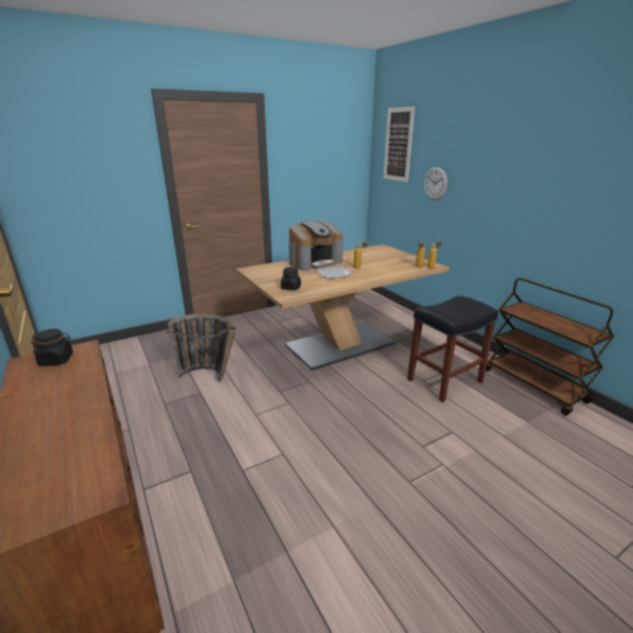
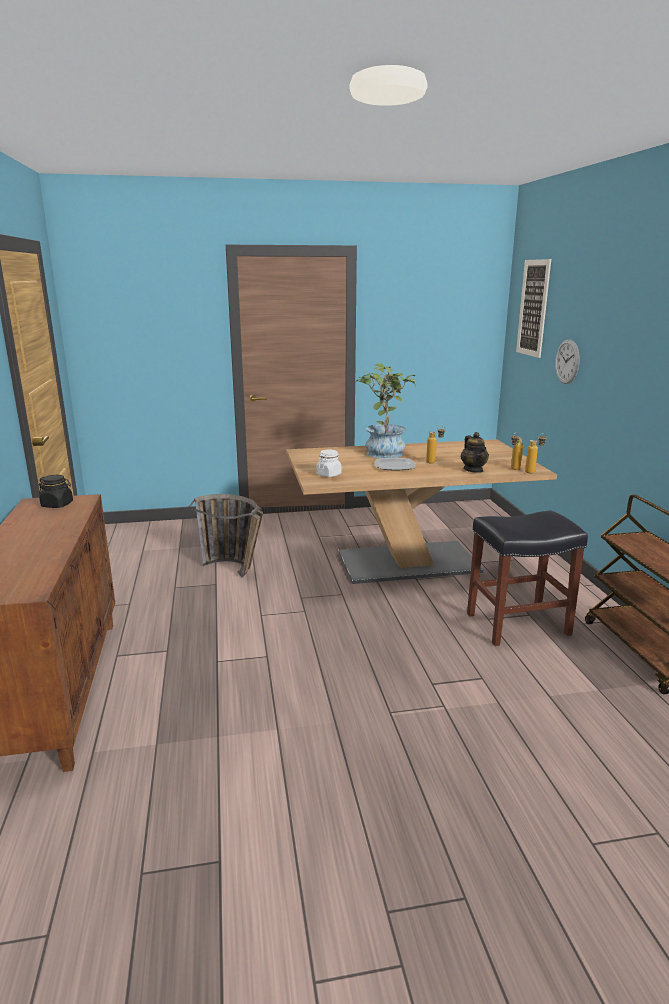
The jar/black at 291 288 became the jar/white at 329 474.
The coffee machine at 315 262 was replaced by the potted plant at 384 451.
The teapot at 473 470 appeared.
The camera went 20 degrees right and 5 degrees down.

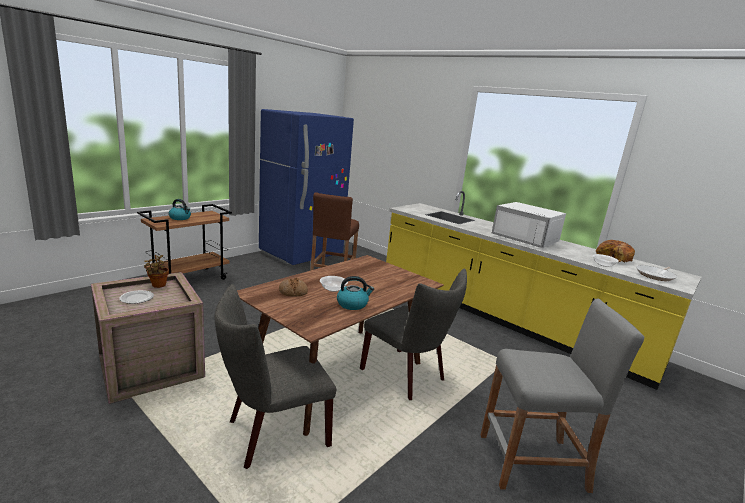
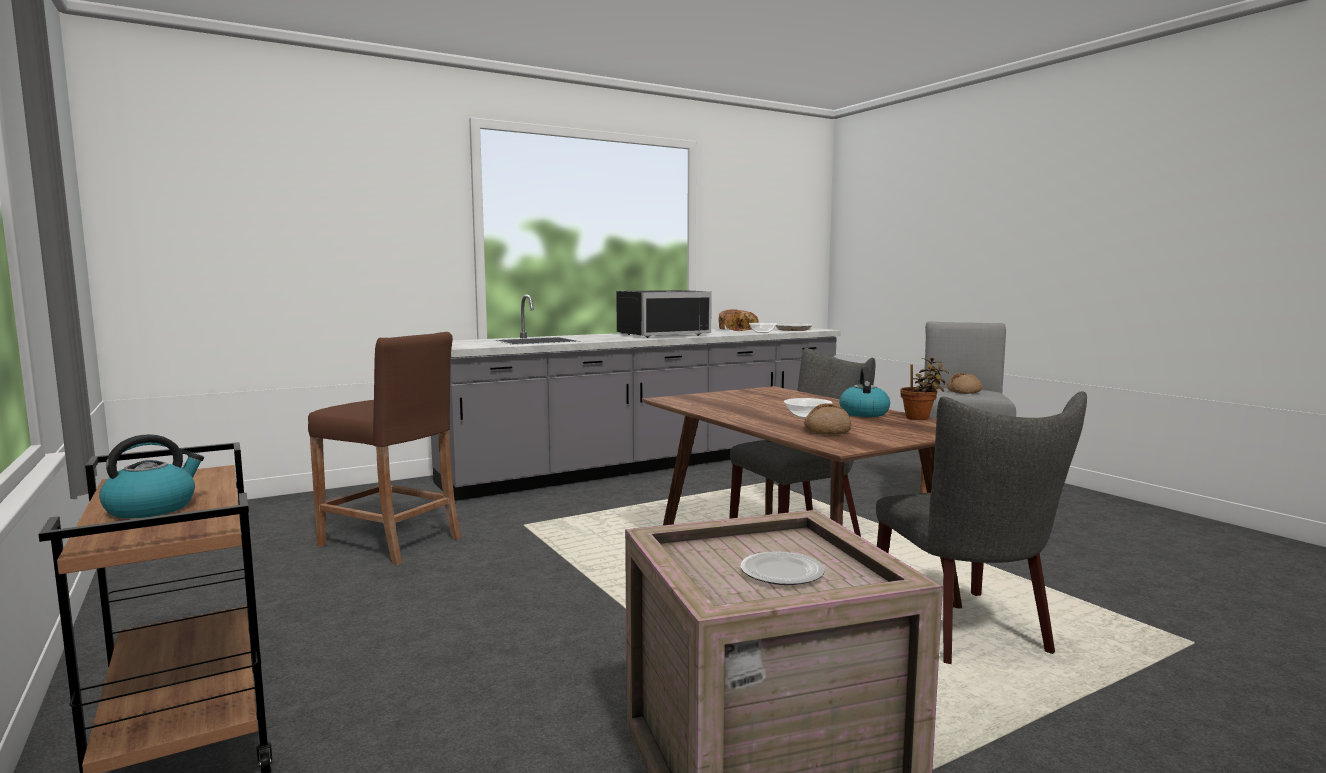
The counter/yellow at 503 318 became the counter/grey at 652 463.
The microwave/white at 527 238 became the microwave/black at 660 334.
The potted plant moved from 158 285 to 920 418.
The bread at 964 391 appeared.
The fridge/blue at 301 254 disappeared.
The camera went 70 degrees left and 10 degrees down.

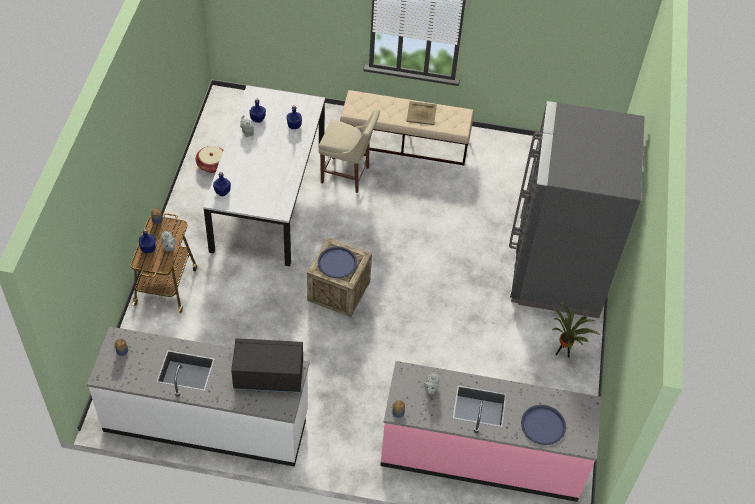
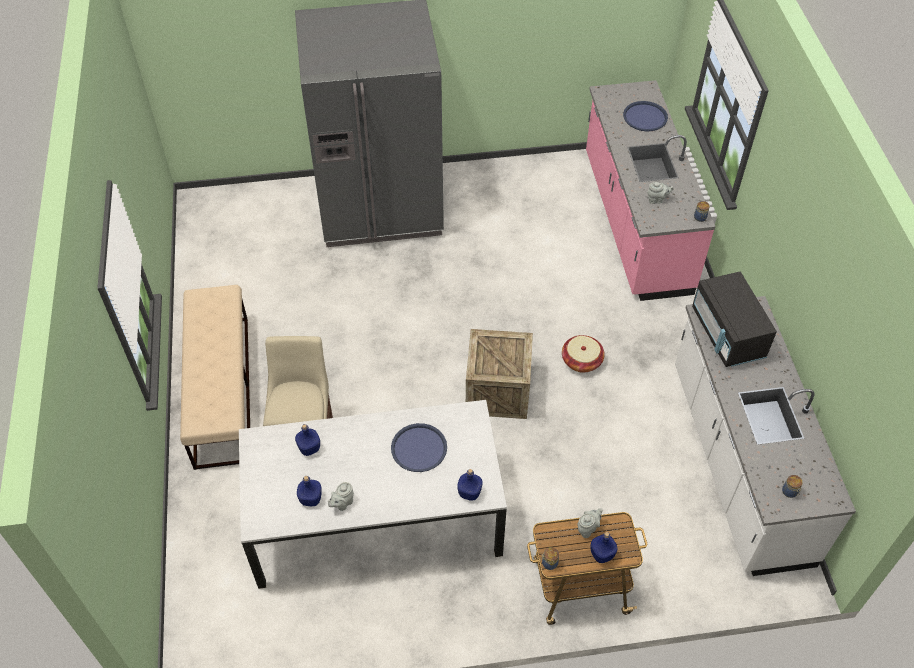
The tray/blue moved from 337 263 to 419 448.
The basket moved from 212 165 to 581 361.
The tray/beige at 421 113 disappeared.
The potted plant at 563 353 disappeared.
The camera went 105 degrees left and 0 degrees up.

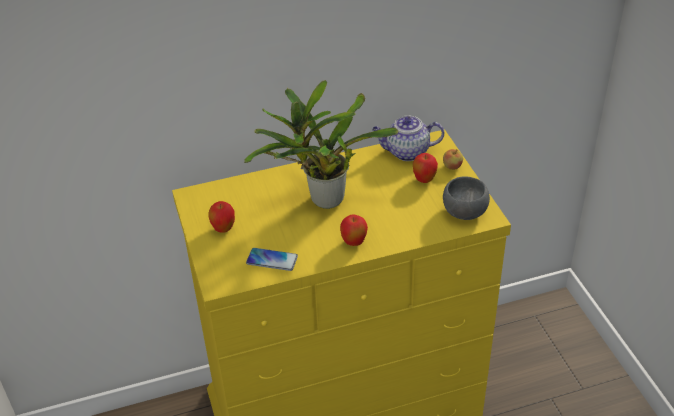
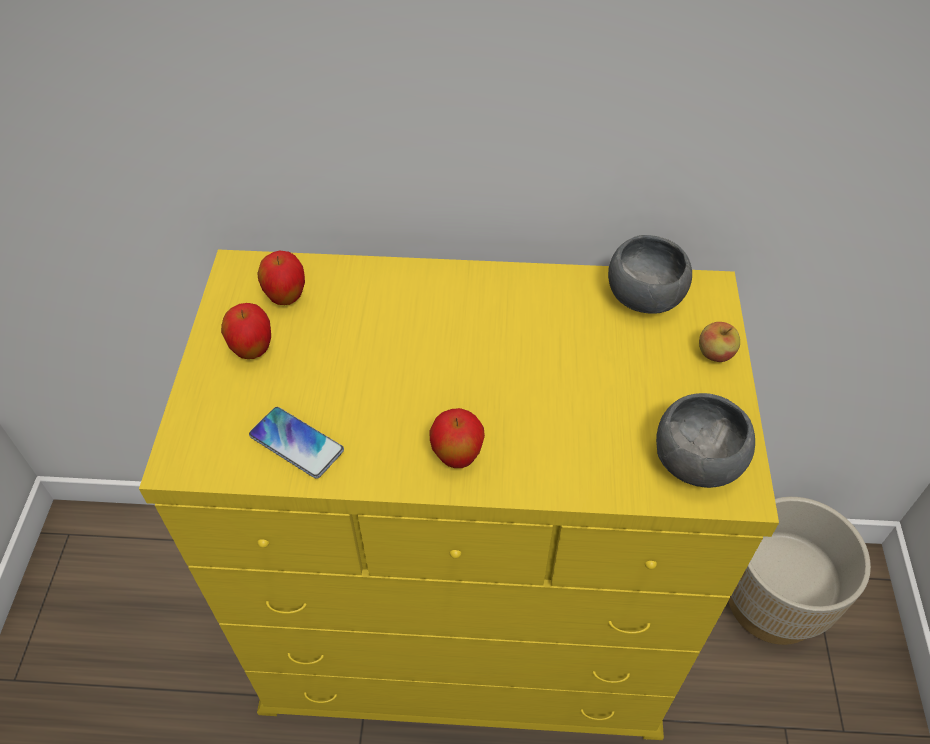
The apple moved from 424 180 to 286 298.
The teapot at 406 152 was replaced by the bowl/grey at 642 298.
The planter/beige at 773 601 appeared.
The potted plant at 322 200 disappeared.
The camera went 20 degrees right and 10 degrees up.

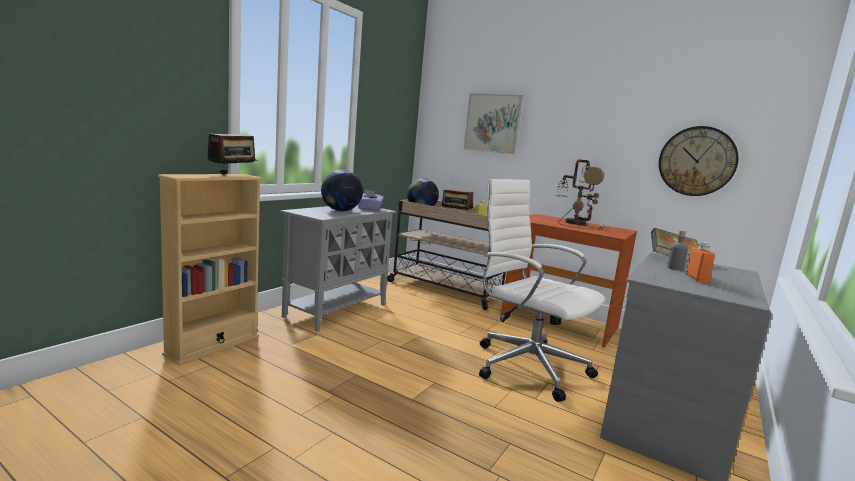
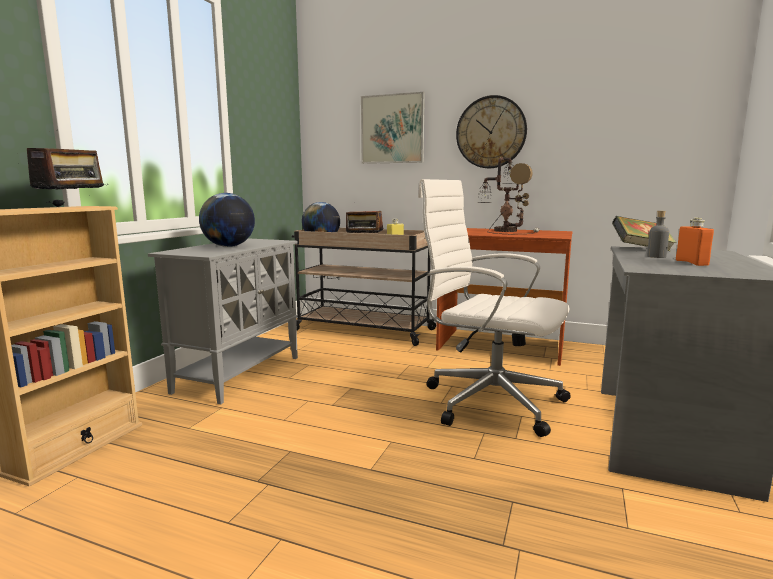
The wall clock moved from 697 161 to 491 132.
The tissue box/purple at 369 209 disappeared.
The camera went 10 degrees left and 0 degrees up.

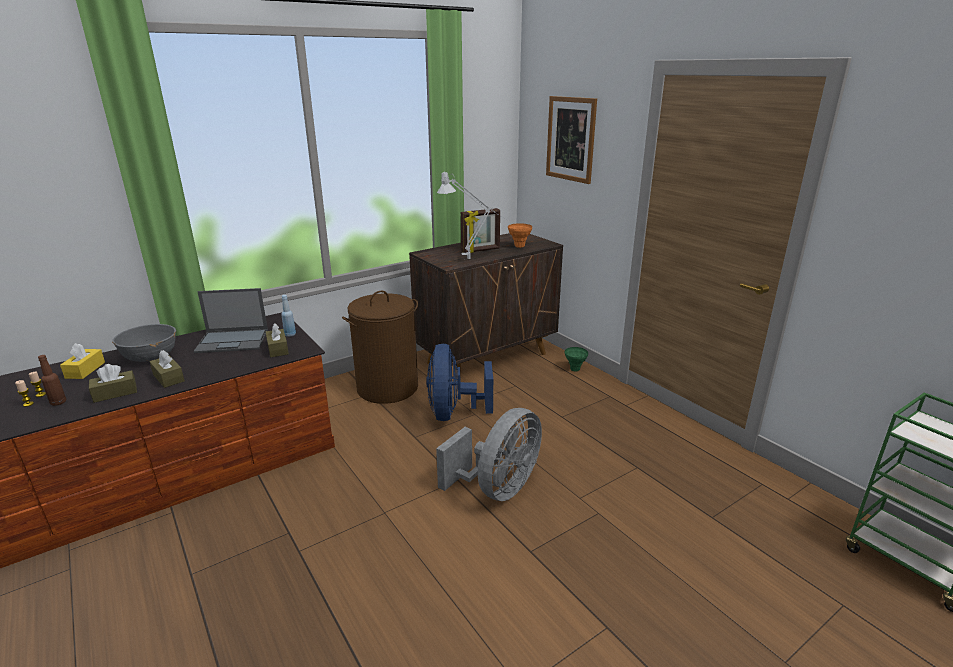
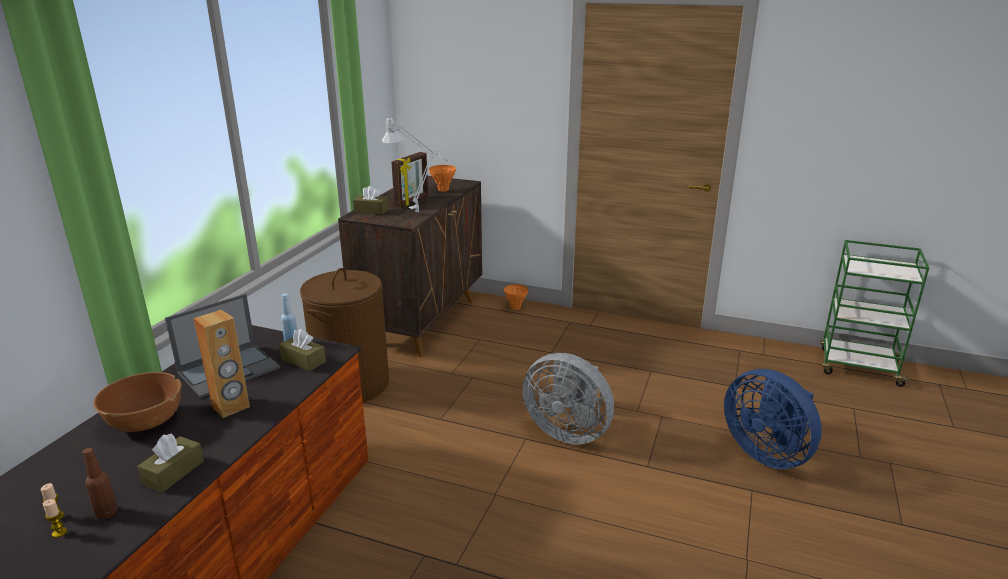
The bowl/grey at 151 357 became the bowl/brown at 145 421.
The speaker/brown at 231 407 appeared.
The tissue box/brown moved from 168 378 to 371 211.
The vase/green at 575 369 became the vase/orange at 515 308.
The fan/grey at 498 488 turned 120 degrees clockwise.
The fan/blue moved from 454 413 to 767 452.
The tissue box/yellow at 85 370 disappeared.
The picture at 571 139 disappeared.
The camera went 35 degrees left and 0 degrees up.

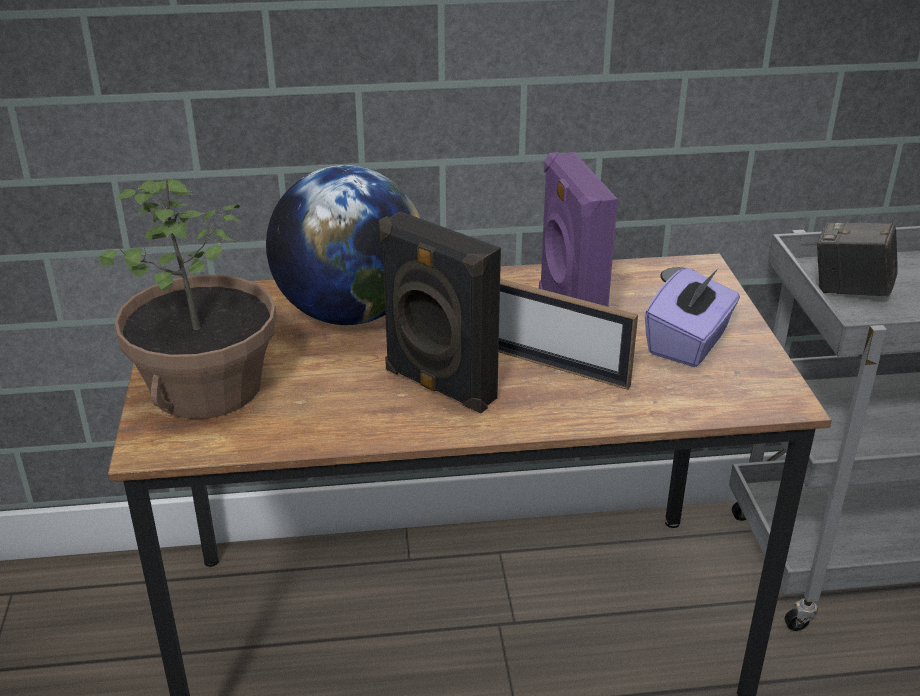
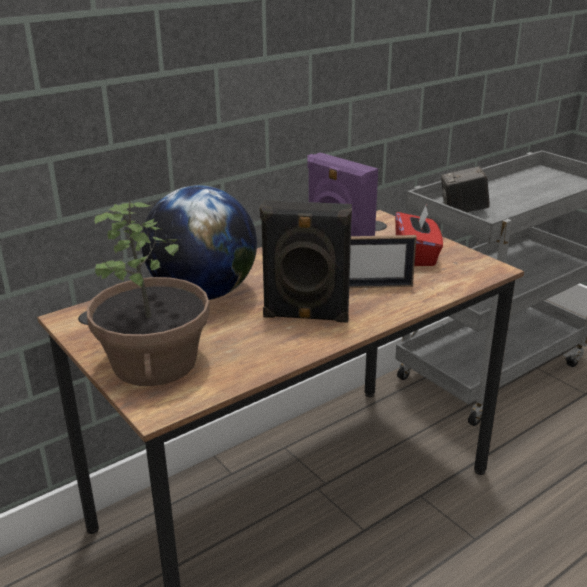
The tissue box/purple at 689 343 became the tissue box/red at 416 255.
The camera went 30 degrees left and 5 degrees down.

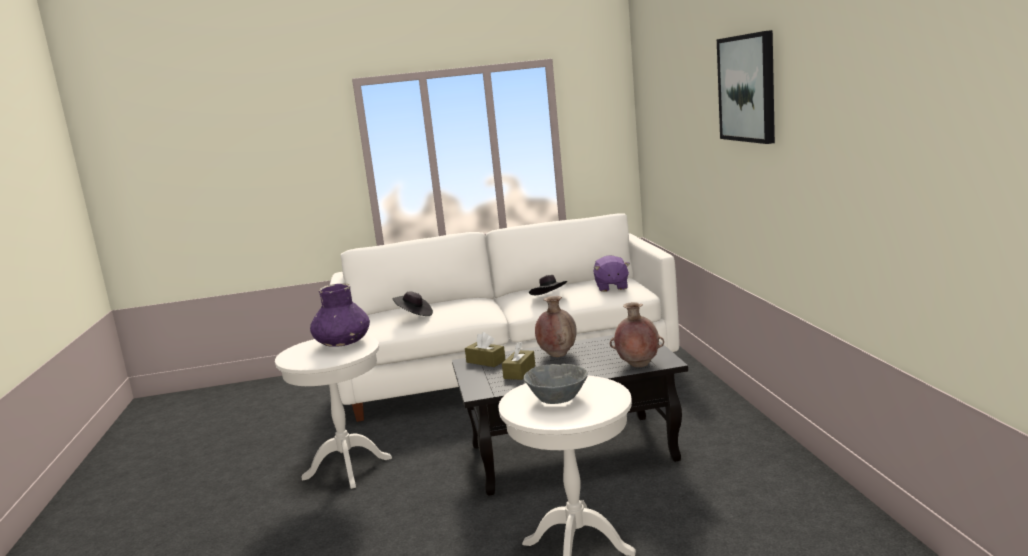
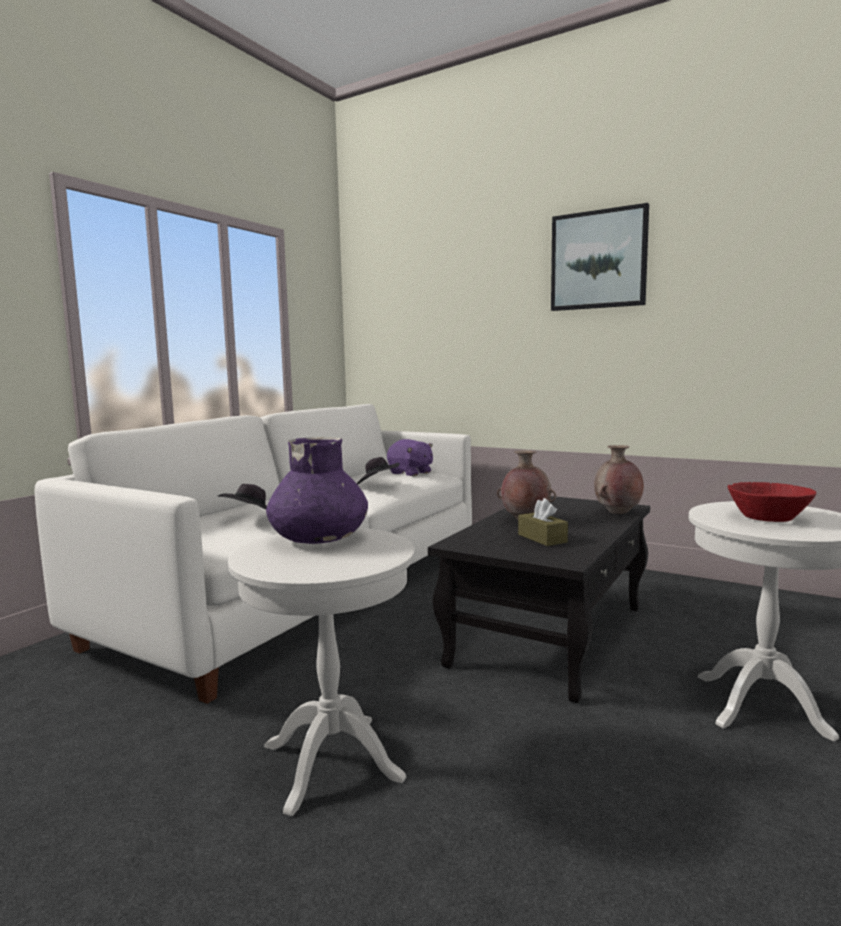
The bowl/grey at 557 398 became the bowl/red at 768 518.
The tissue box/brown at 485 361 disappeared.
The camera went 50 degrees left and 5 degrees down.

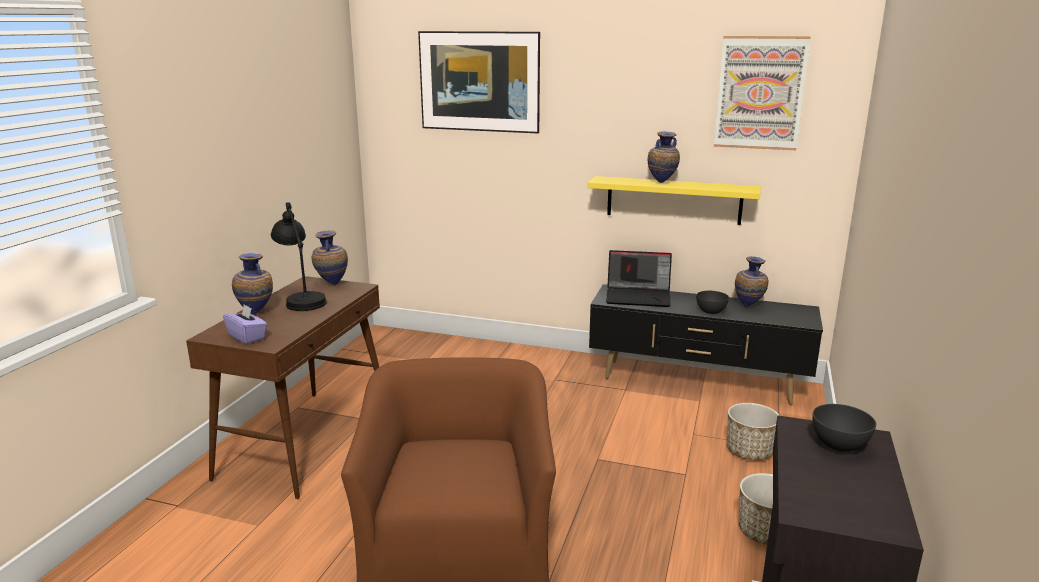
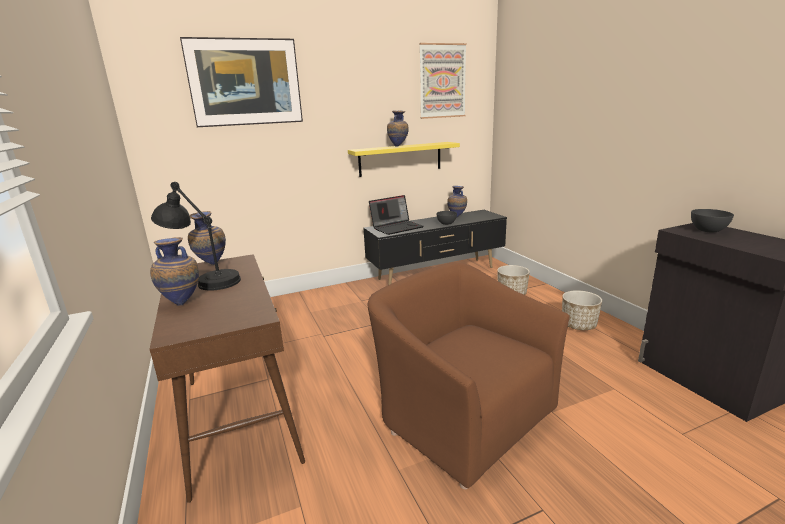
The tissue box/purple at 247 337 disappeared.
The camera went 40 degrees left and 0 degrees up.

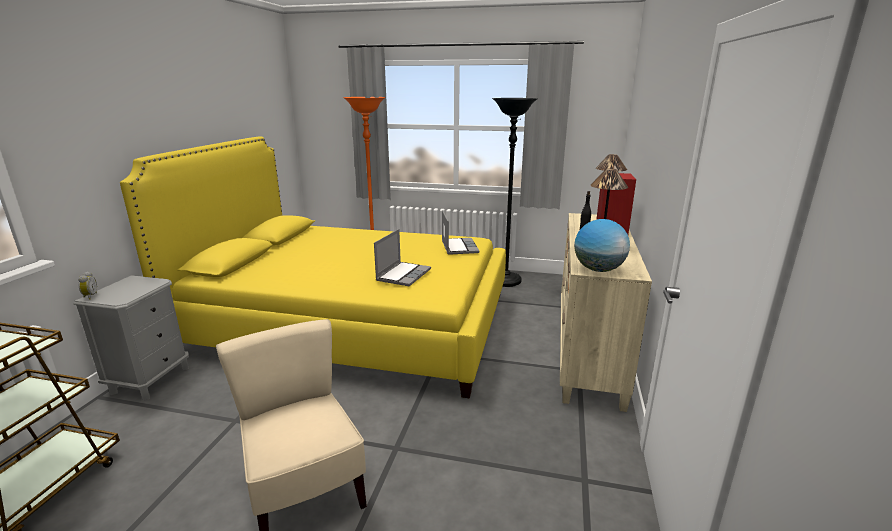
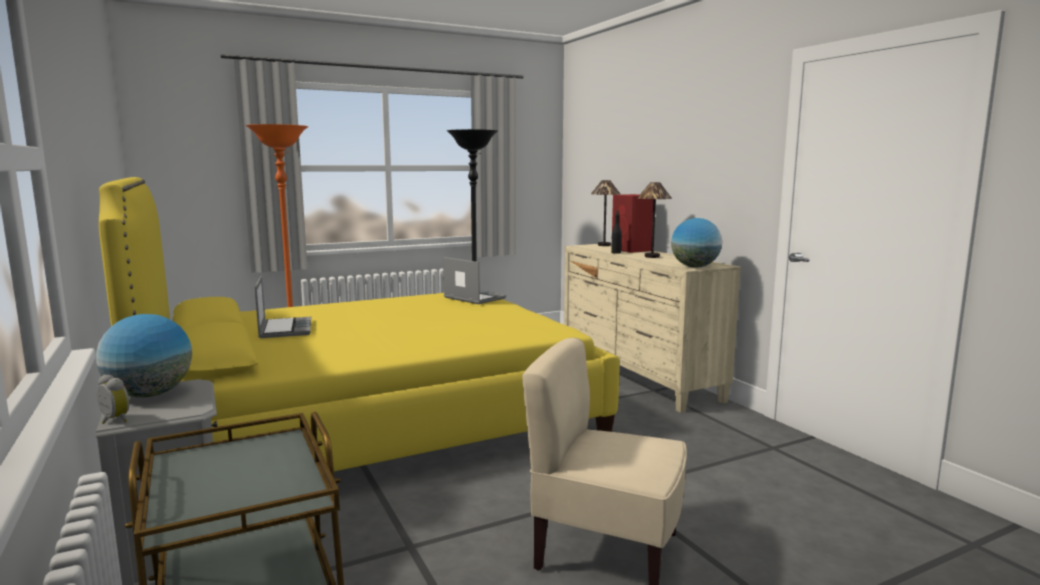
The globe at 150 394 appeared.
The laptop moved from 403 275 to 284 329.
The camera went 40 degrees left and 10 degrees down.

